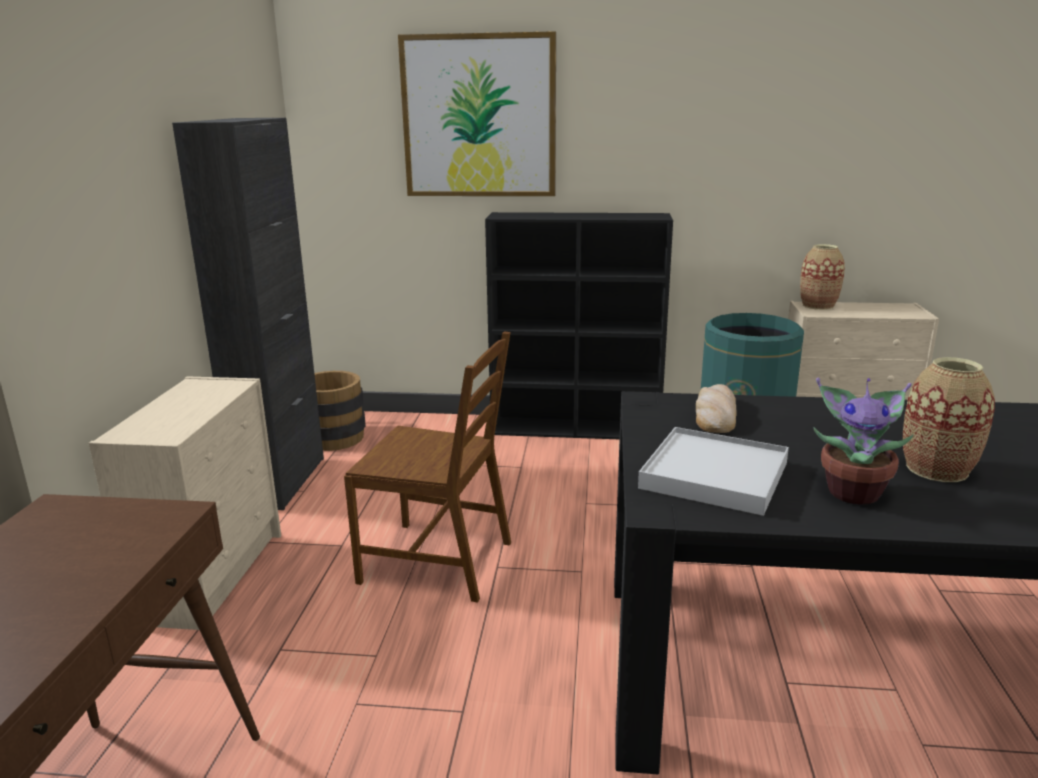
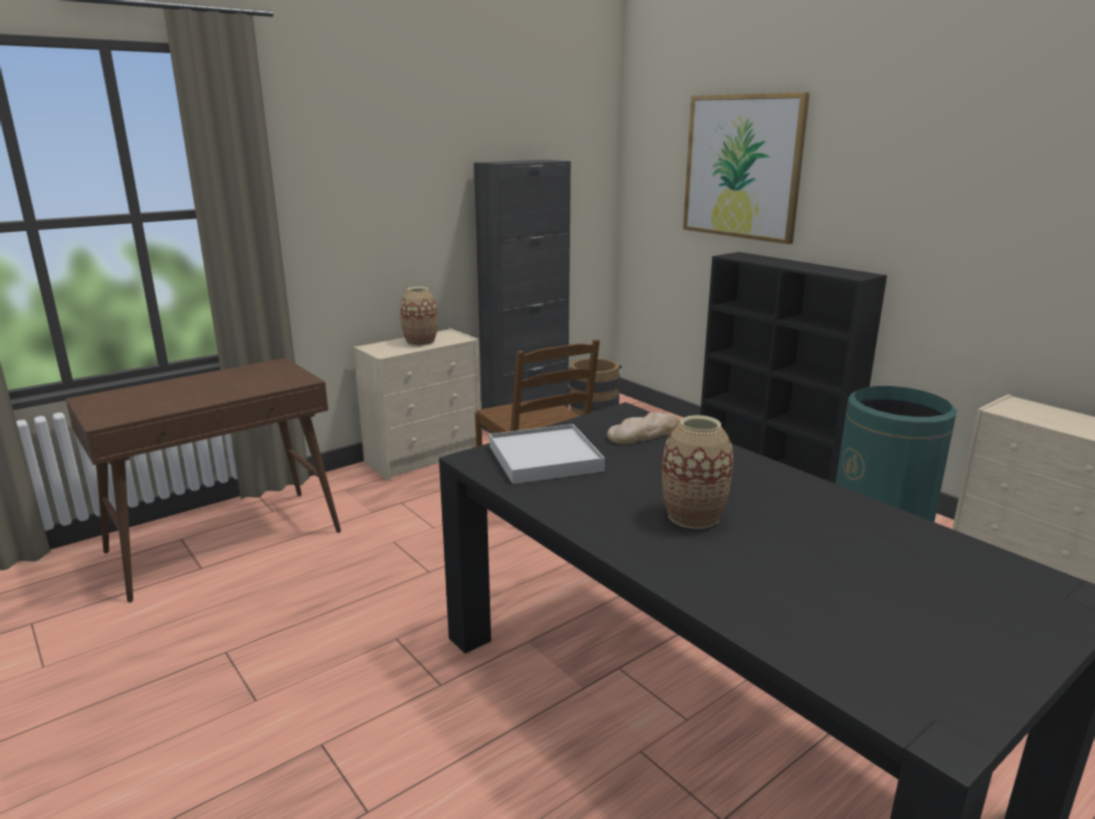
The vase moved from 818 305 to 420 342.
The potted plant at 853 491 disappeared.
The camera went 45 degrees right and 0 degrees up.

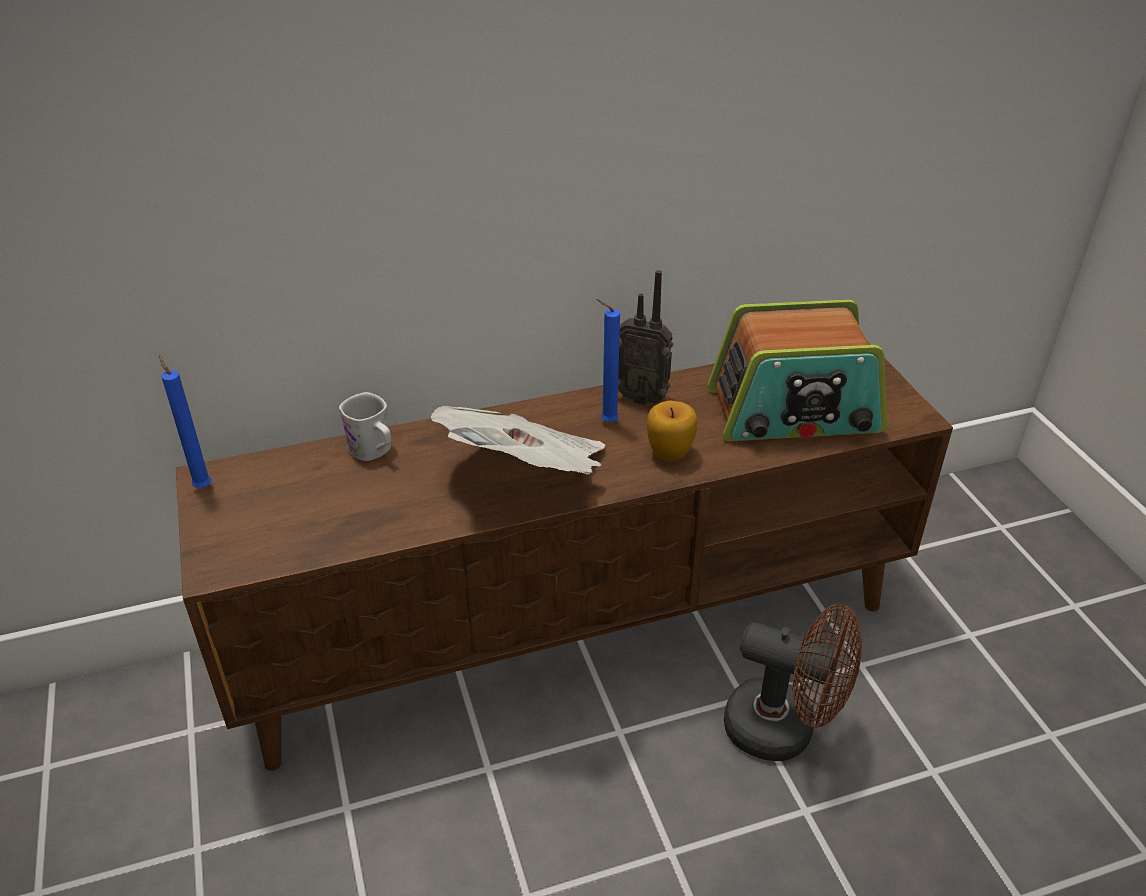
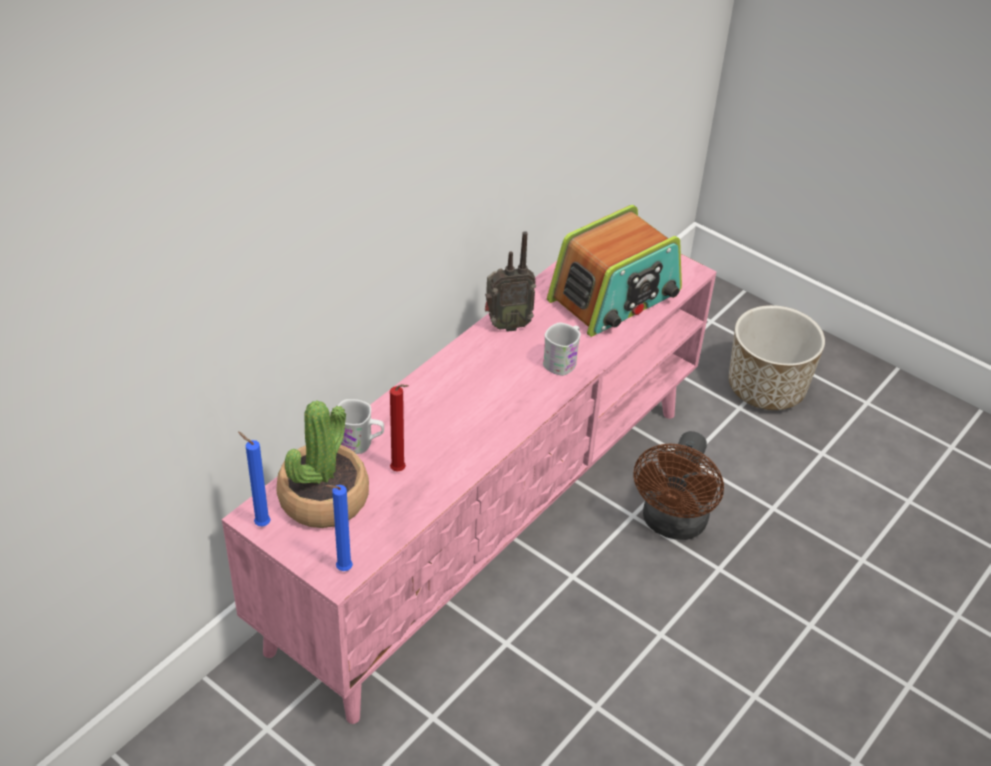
The tv stand/brown at 575 629 became the tv stand/pink at 487 520.
The potted plant at 323 498 appeared.
The candle/blue moved from 606 422 to 341 570.
The candle/red at 400 471 appeared.
The apple at 670 453 was replaced by the mug/white at 563 361.
The fan/brown at 784 730 turned 120 degrees clockwise.
The planter at 766 388 appeared.
The newspaper at 528 474 disappeared.
The camera went 35 degrees left and 5 degrees up.

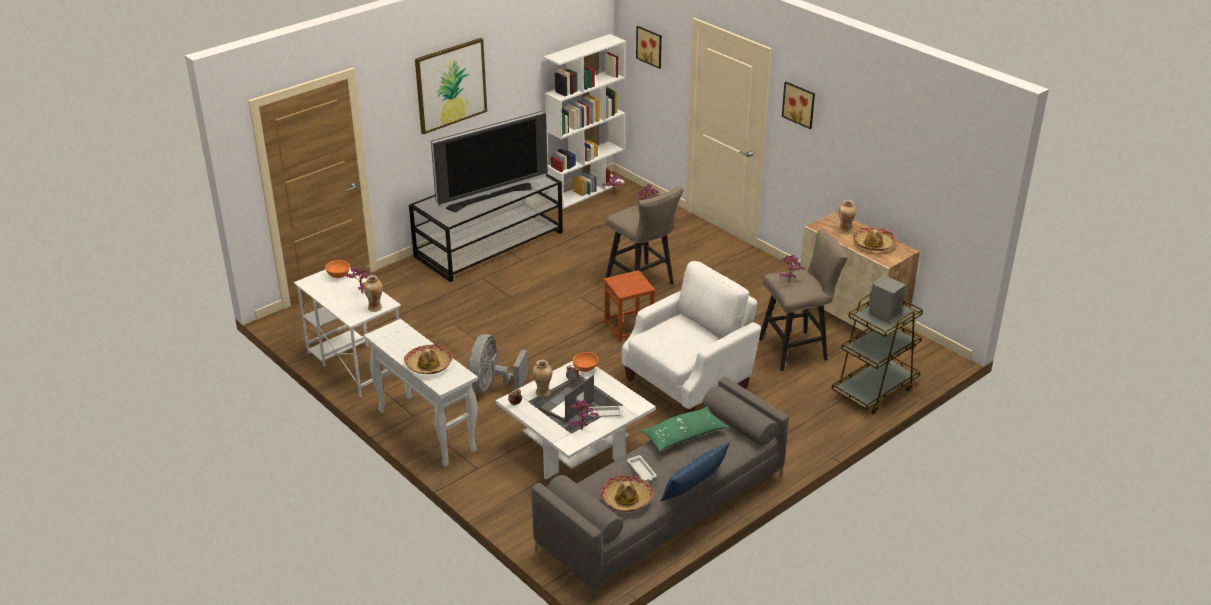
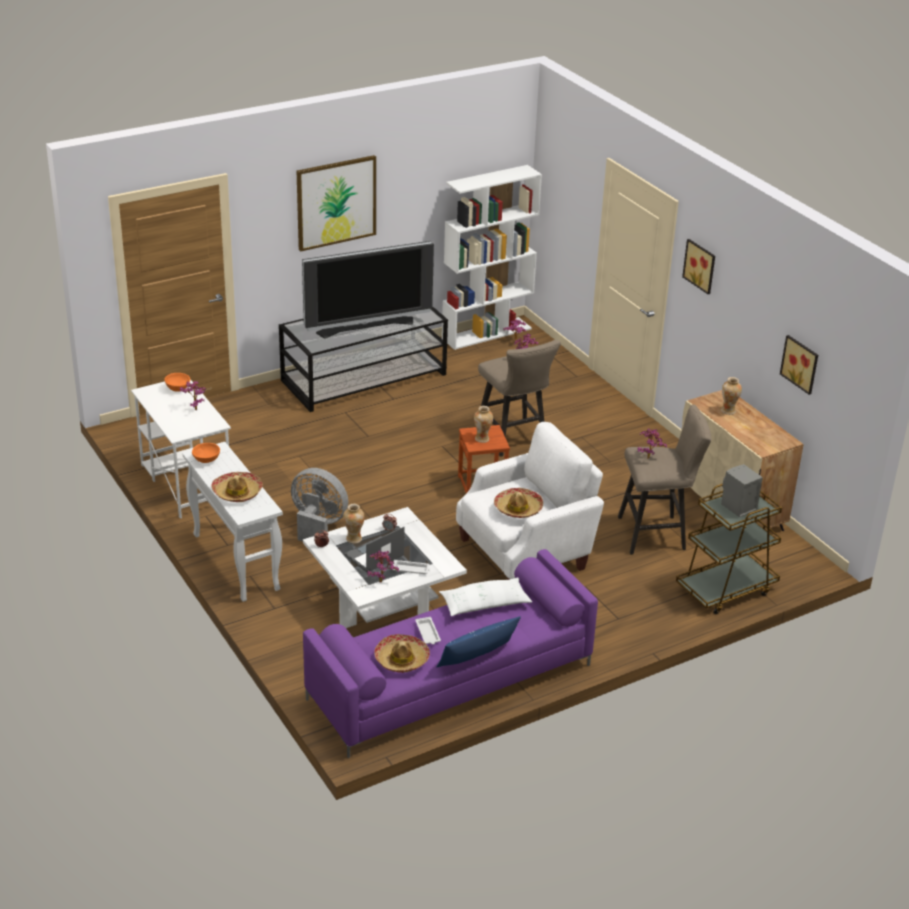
The bowl/orange moved from 586 369 to 207 460.
The fan/grey at 492 386 turned 90 degrees clockwise.
The sofa/grey at 662 513 became the sofa/purple at 450 683.
The pillow/green at 683 436 became the pillow/white at 485 604.
The vase moved from 375 308 to 482 439.
The hat moved from 873 244 to 518 508.
The picture moved from 650 46 to 801 363.
The camera went 10 degrees right and 0 degrees up.

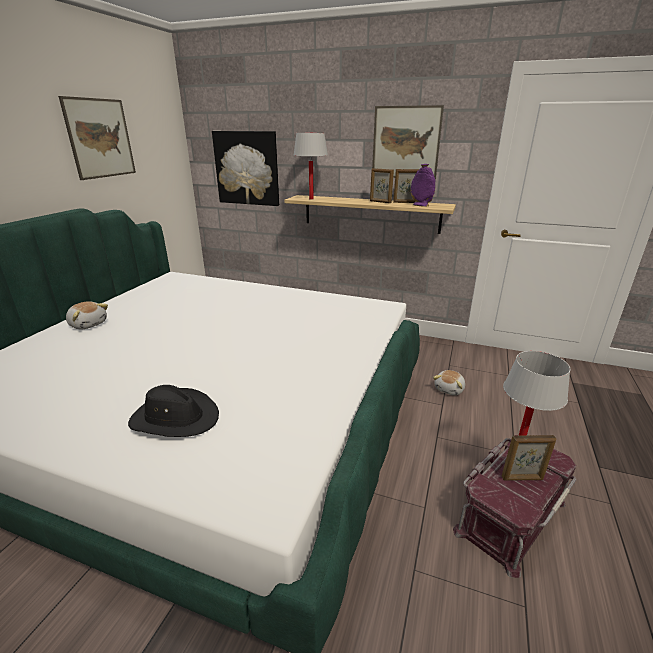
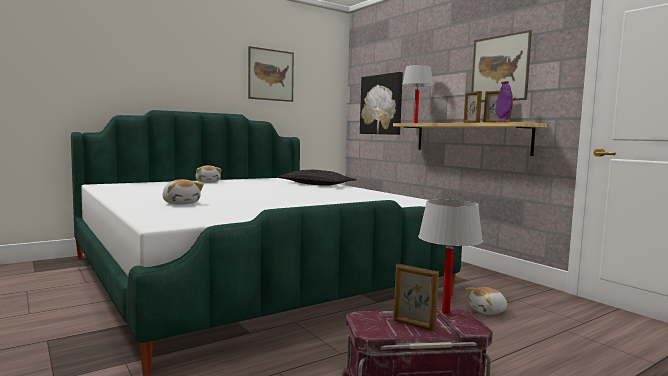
The hat/black at 175 418 was replaced by the plush toy at 181 203.
The pillow at 315 184 appeared.
The camera went 35 degrees right and 20 degrees down.

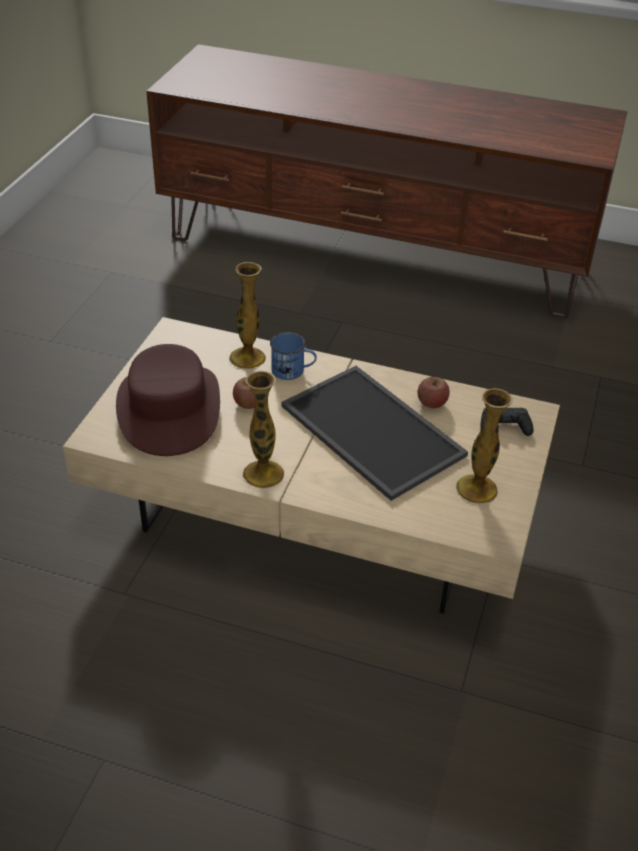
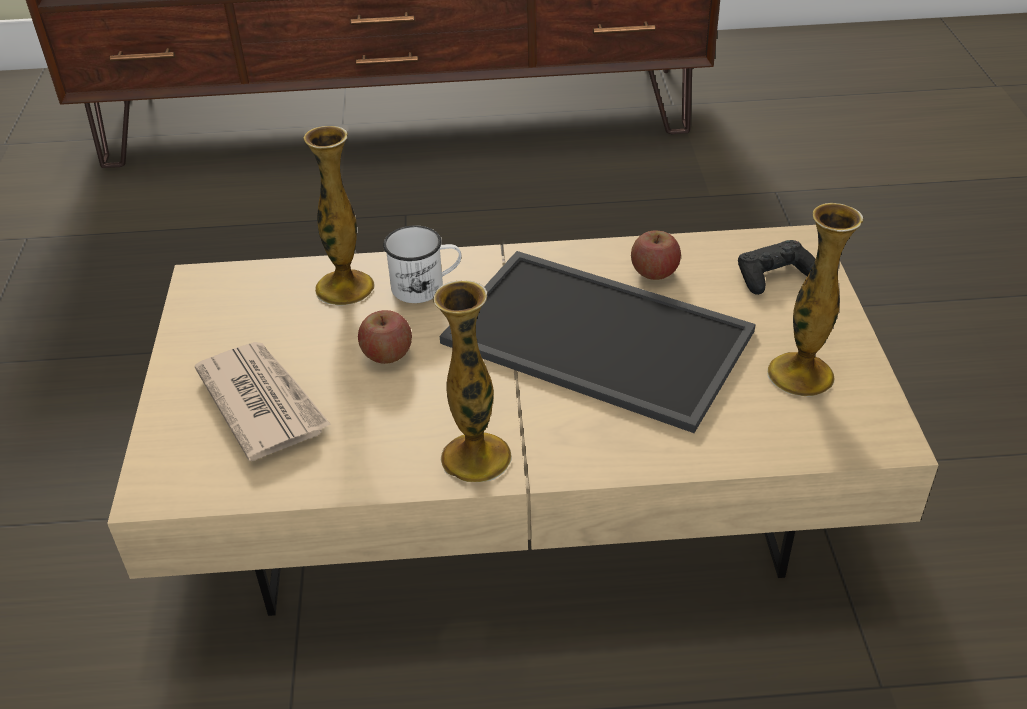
The hat/brown at 169 409 was replaced by the newspaper at 262 402.
The mug/blue at 293 371 became the mug/white at 426 286.
The camera went 20 degrees left and 0 degrees up.

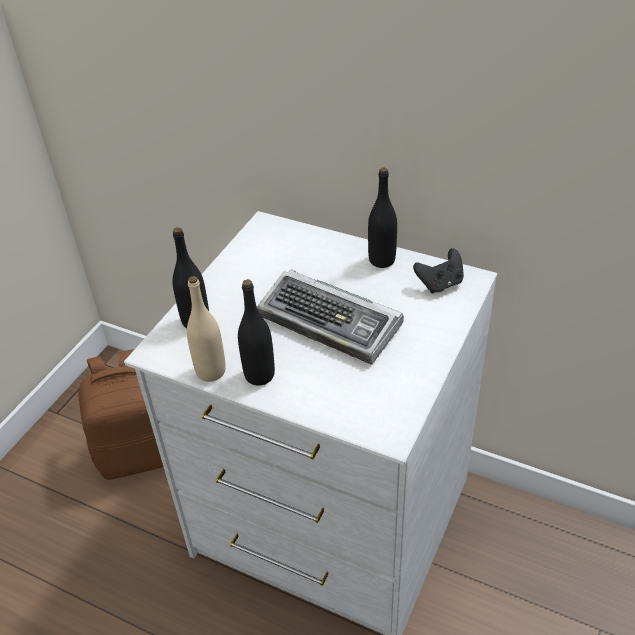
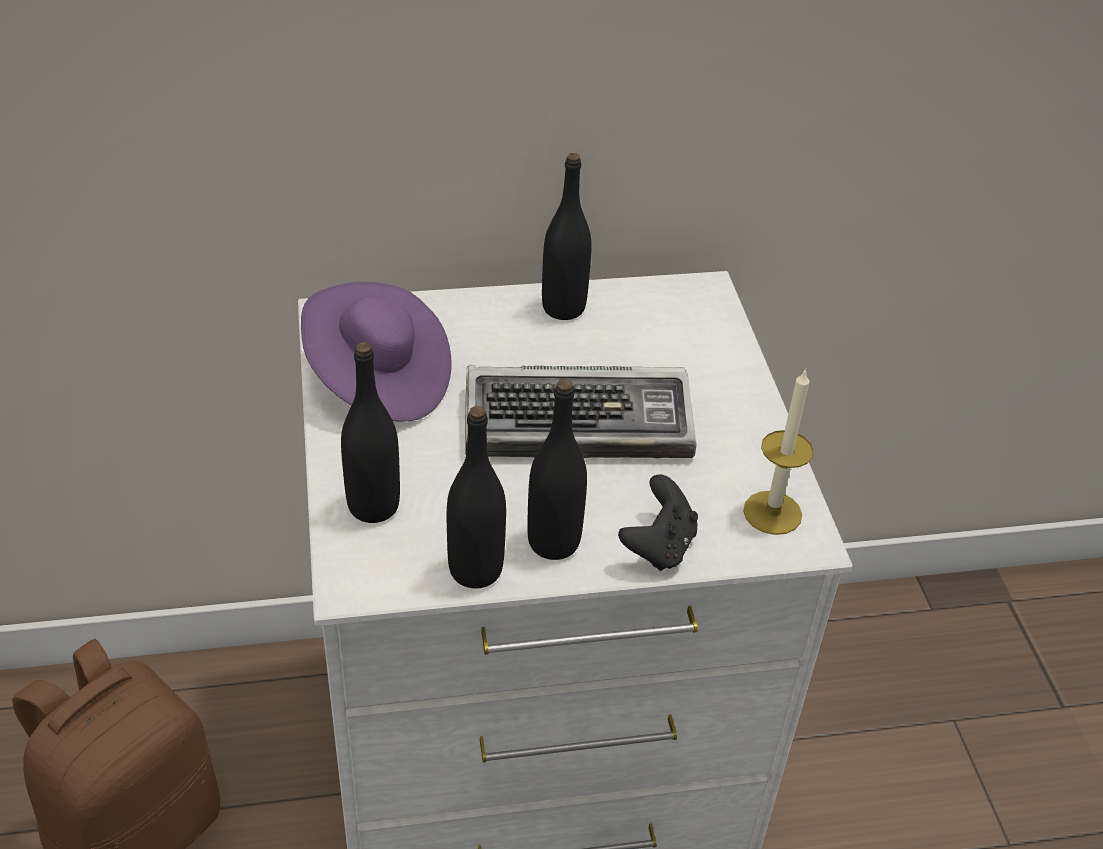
The hat/purple at 378 380 appeared.
The bottle/beige at 211 371 became the bottle/black at 475 570.
The game controller/black moved from 440 284 to 658 546.
The candle at 772 512 appeared.
The camera went 40 degrees left and 0 degrees up.

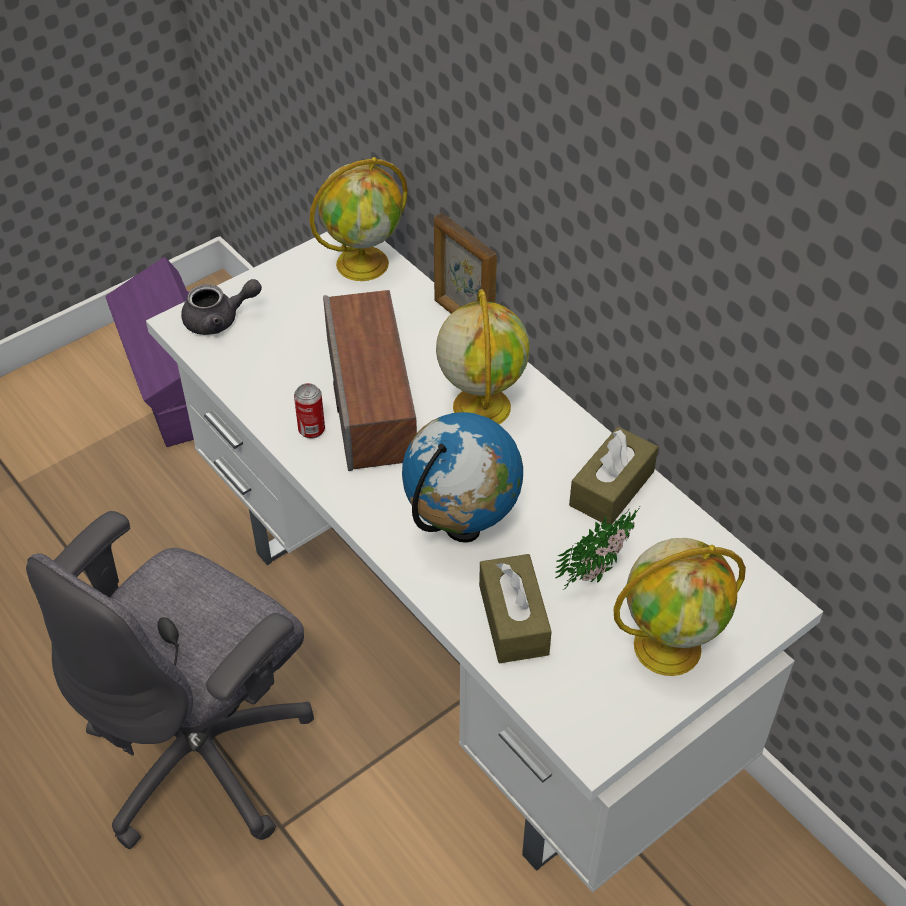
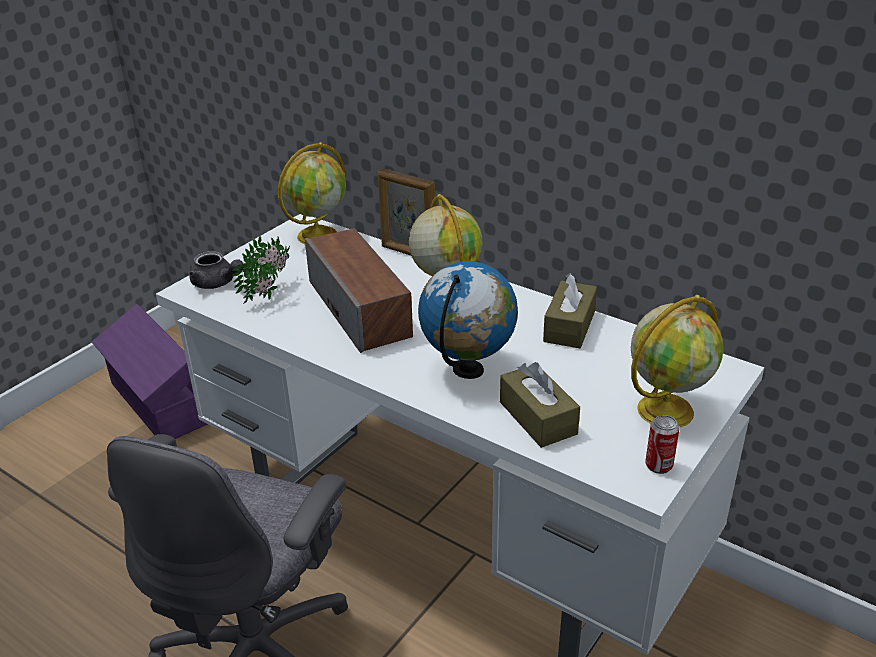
The teapot/grey at 219 320 turned 60 degrees clockwise.
The potted plant moved from 600 571 to 270 294.
The can moved from 311 430 to 658 465.
The camera went 15 degrees left and 15 degrees down.

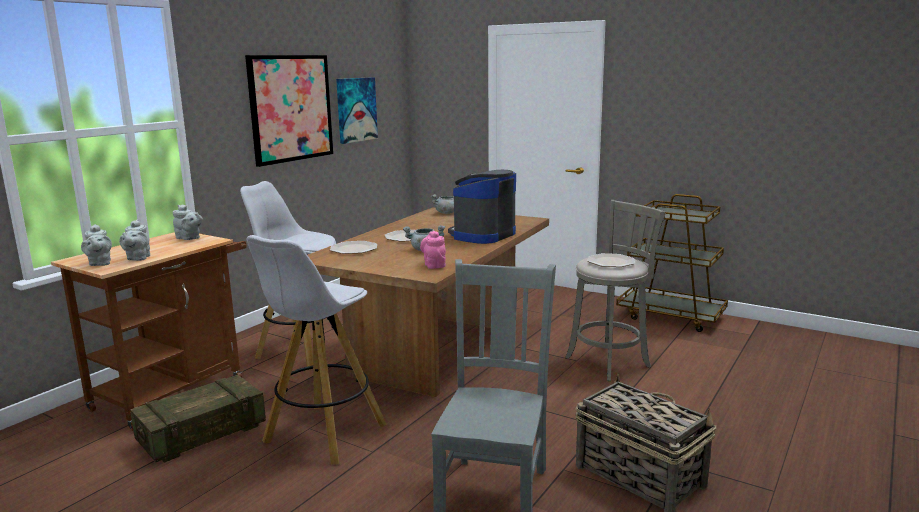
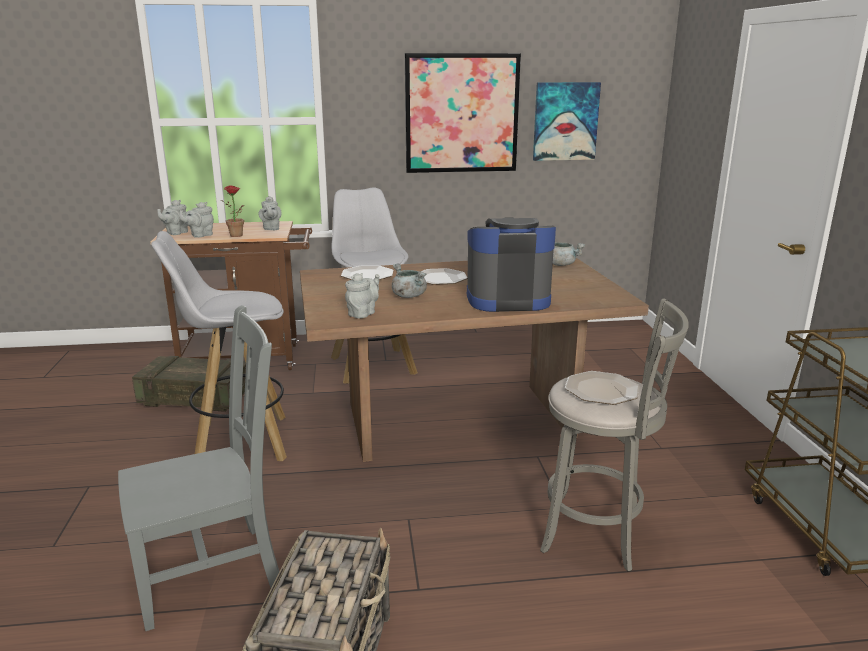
The potted plant at 238 236 appeared.
The teapot/pink at 434 265 became the teapot/grey at 363 313.
The camera went 50 degrees right and 5 degrees up.

